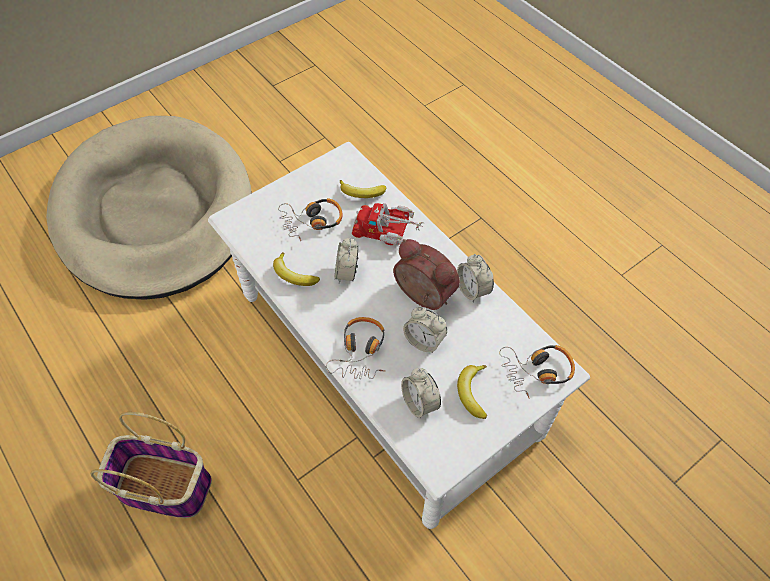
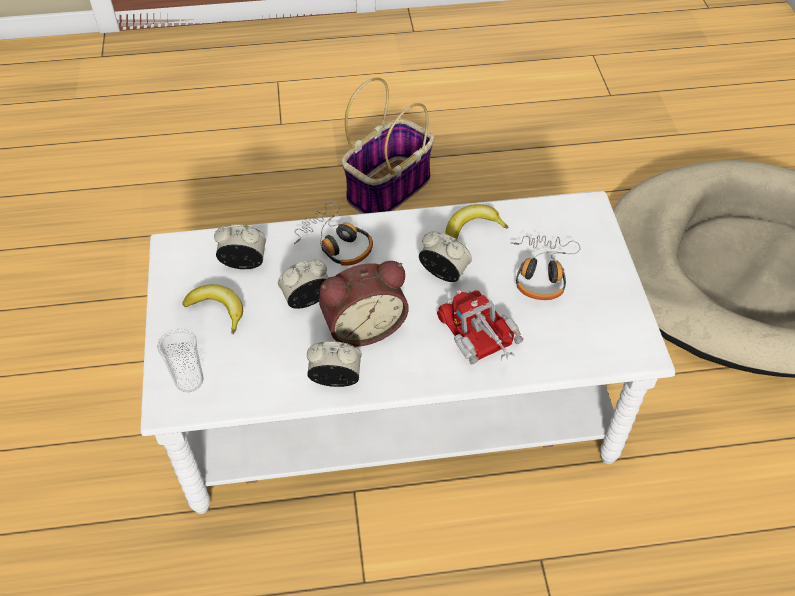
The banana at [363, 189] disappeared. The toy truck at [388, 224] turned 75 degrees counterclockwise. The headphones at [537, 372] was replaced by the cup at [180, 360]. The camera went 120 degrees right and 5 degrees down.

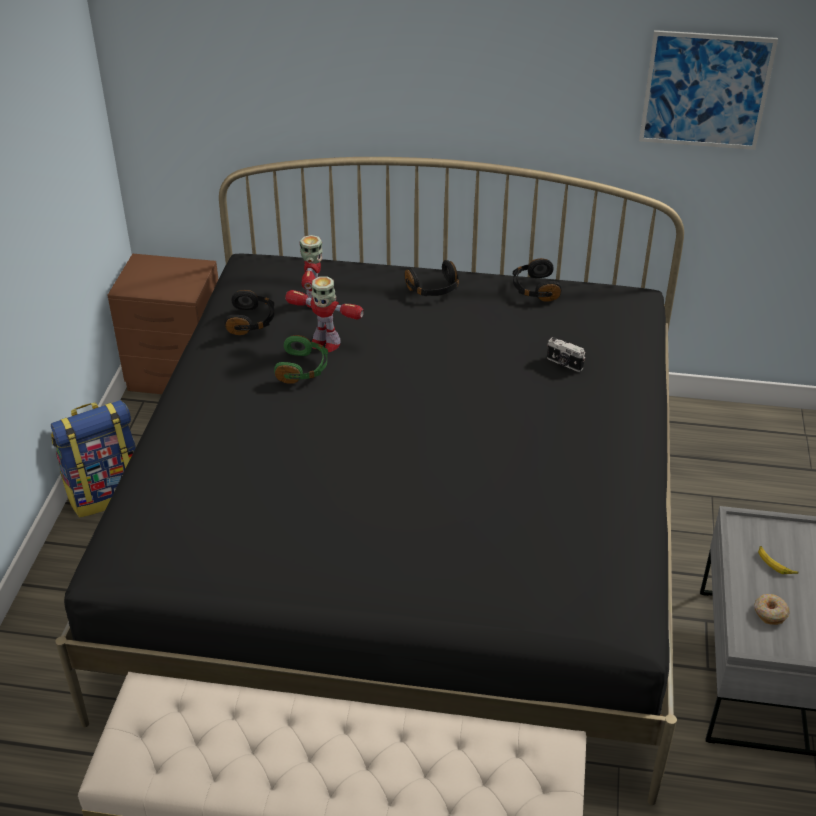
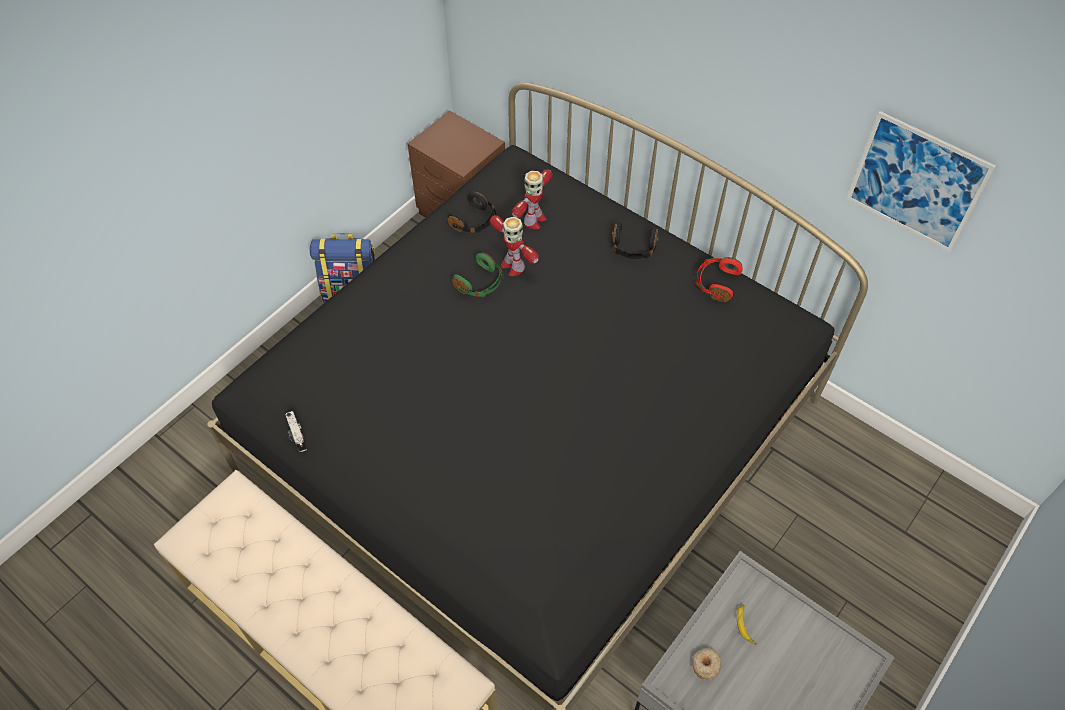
The black headphones at [537, 280] became the red headphones at [719, 279]. The photo camera moved from [566, 354] to [296, 431]. The camera went 30 degrees right and 15 degrees up.

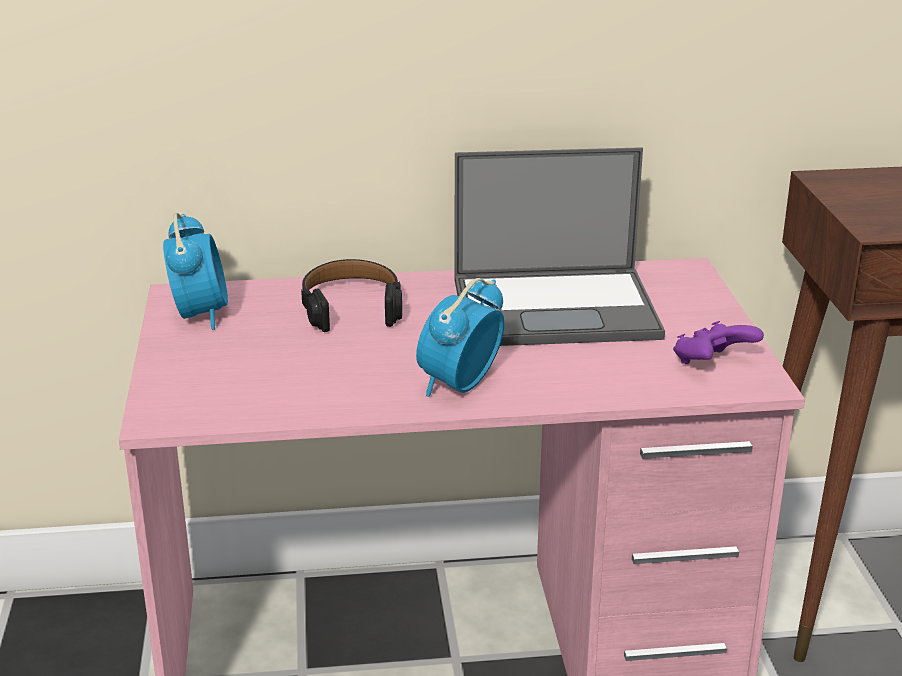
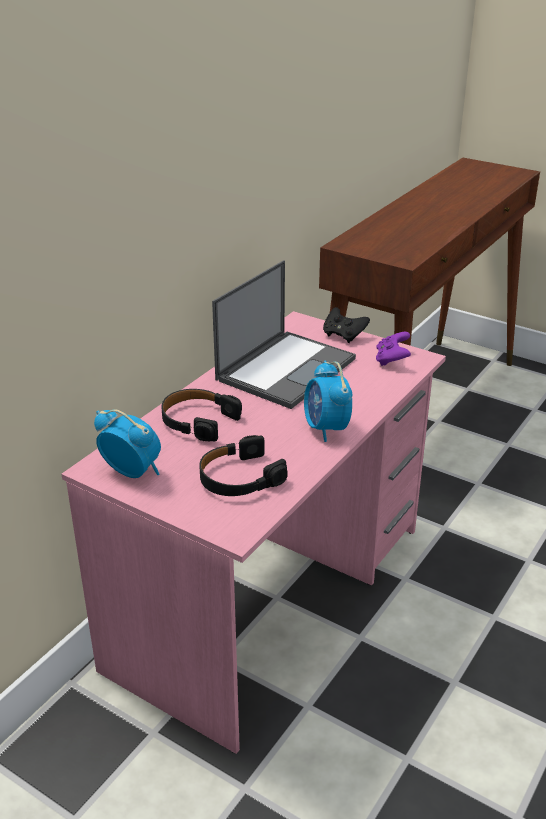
The black headphones at [243, 465] appeared. The black game controller at [346, 325] appeared. The camera went 50 degrees left and 5 degrees up.

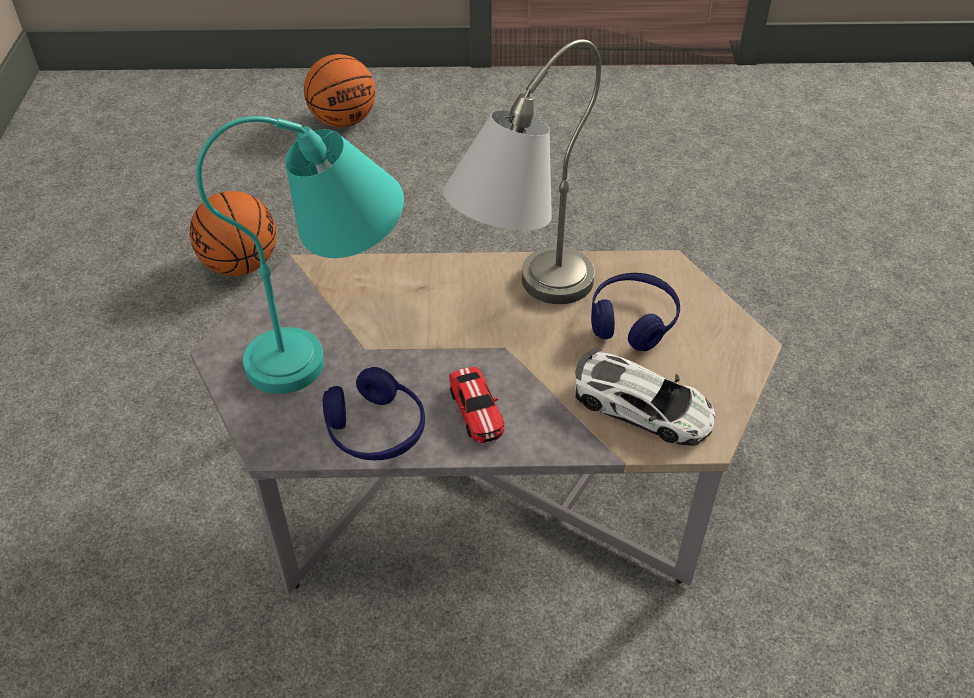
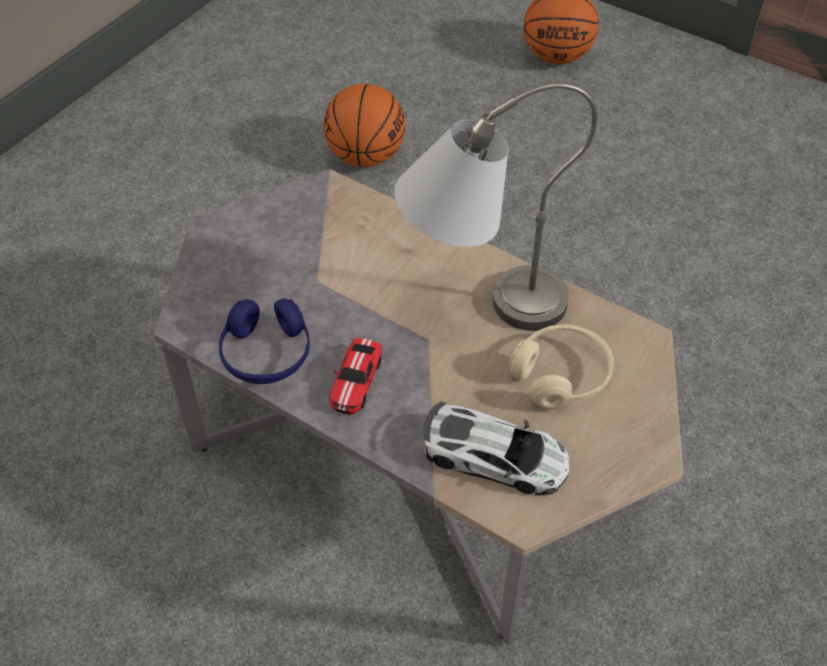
The turquoise table lamp at [300, 255] disappeared. The toy car at [645, 397] turned 45 degrees counterclockwise. The blue headphones at [635, 312] became the beige headphones at [561, 367]. The camera went 35 degrees right and 5 degrees up.

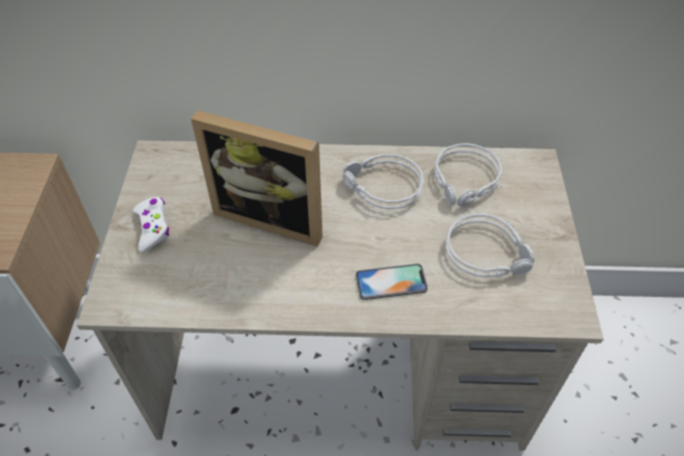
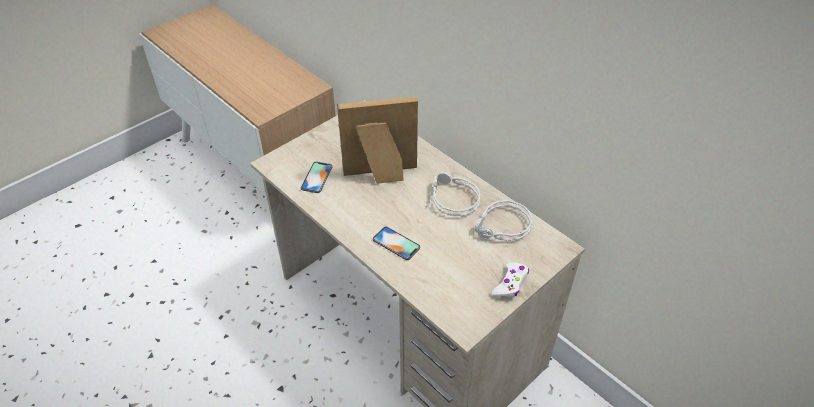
The white game controller moved from [151, 225] to [510, 279]. The picture frame at [257, 178] turned 105 degrees clockwise. The grey headphones at [490, 245] disappeared. The phone at [316, 177] appeared. The camera went 45 degrees right and 5 degrees down.

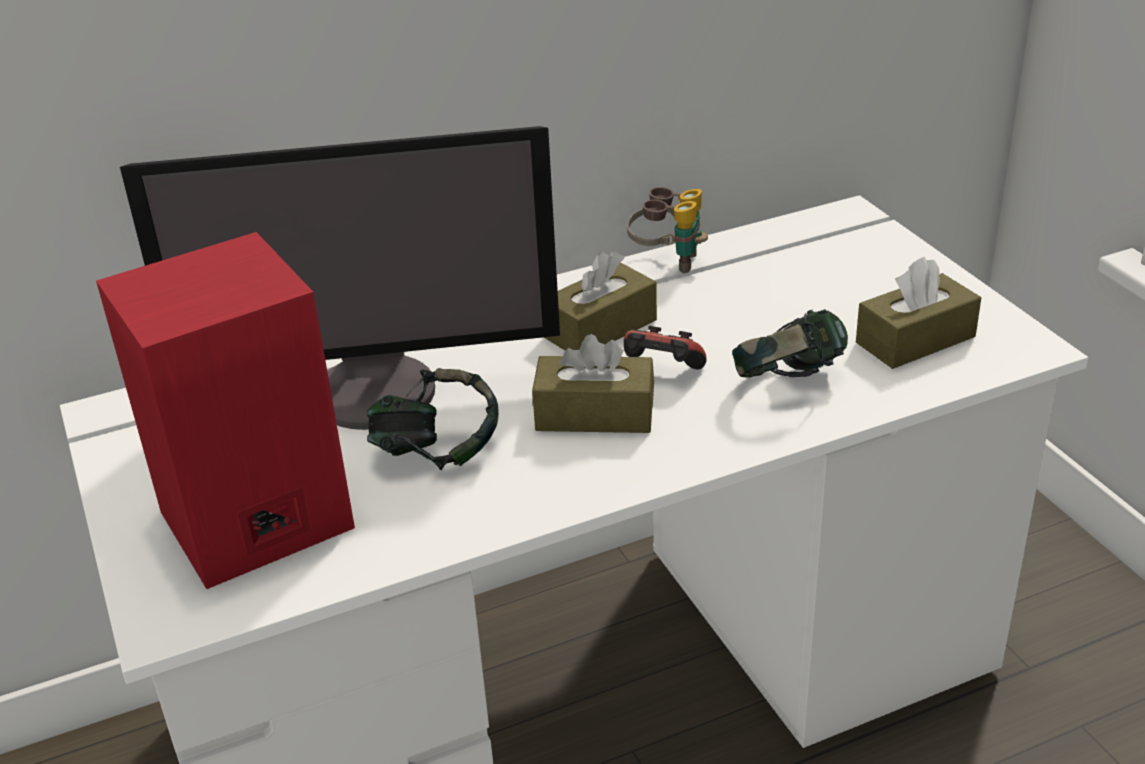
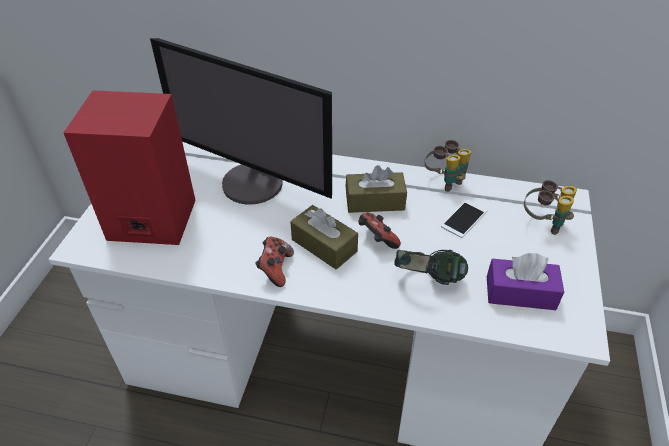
The headphones at [433, 419] disappeared. The brown tissue box at [918, 312] became the purple tissue box at [525, 281]. The game controller at [274, 261] appeared. The phone at [464, 218] appeared. The binoculars at [550, 207] appeared. The camera went 35 degrees right and 10 degrees up.

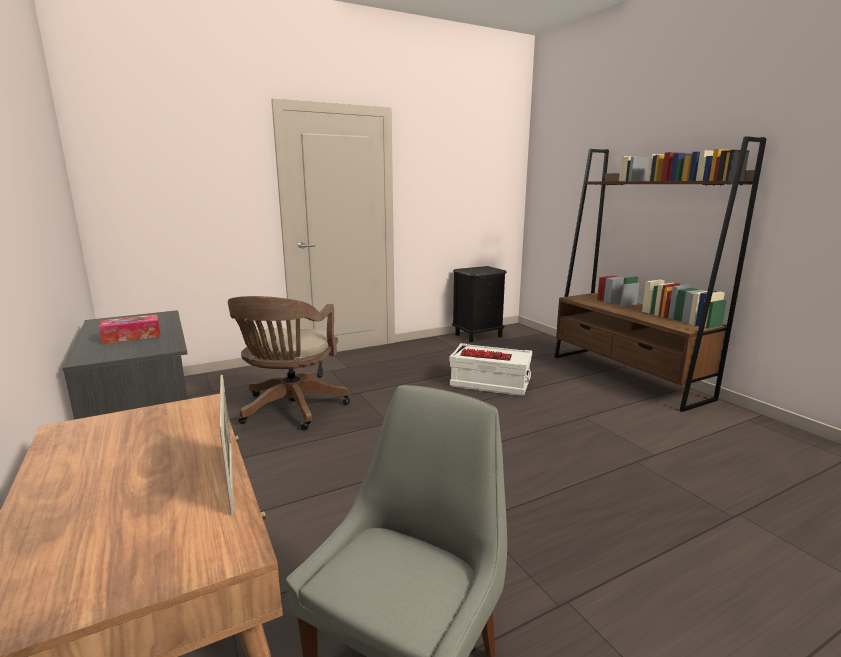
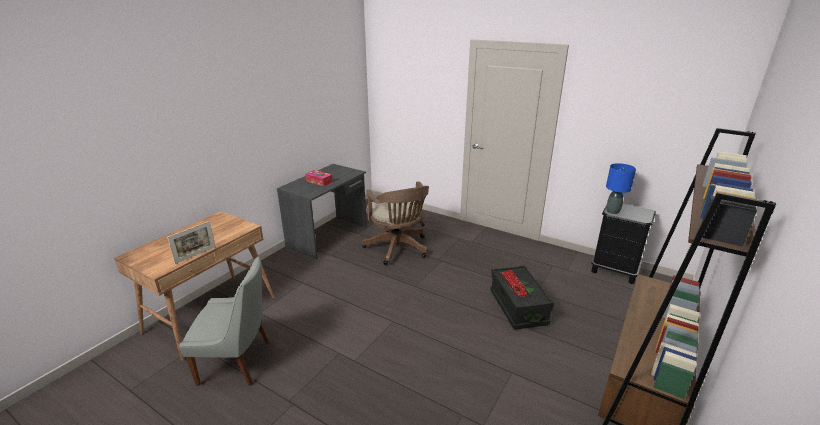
The brown office chair at [289, 363] turned 90 degrees counterclockwise. The white storage box at [490, 369] became the black storage box at [522, 297]. The blue table lamp at [621, 188] appeared. The camera went 60 degrees right and 10 degrees up.

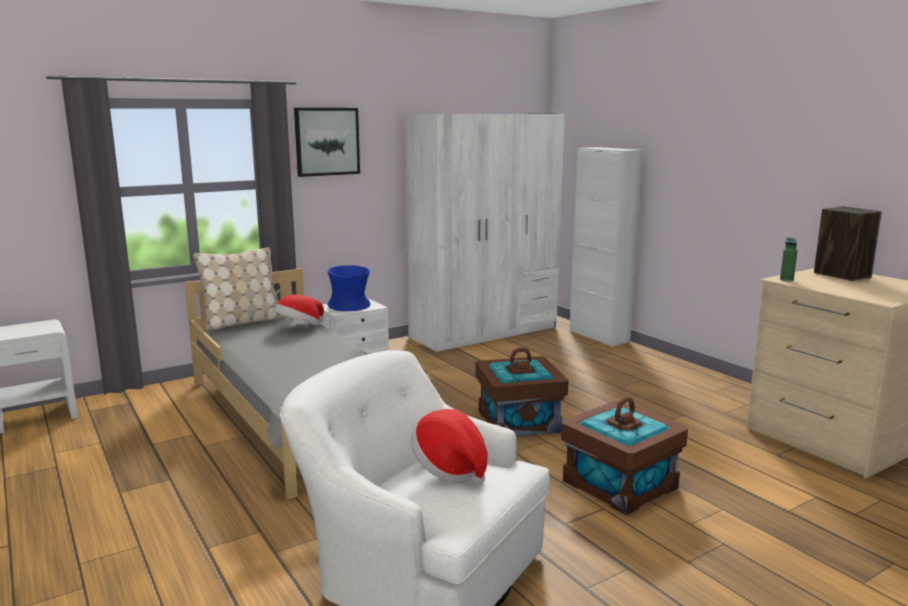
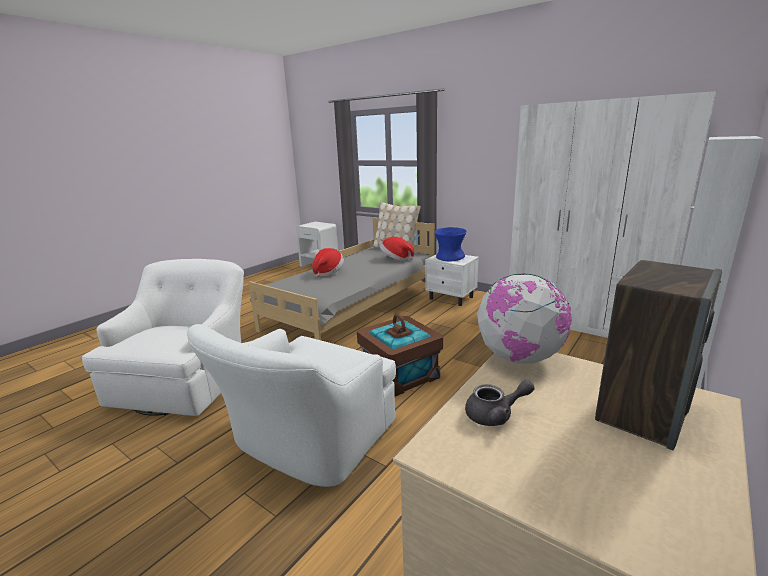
The picture at [327, 142] disappeared. The hat moved from [449, 447] to [328, 263]. The brown storage box at [624, 456] was replaced by the white armchair at [291, 405]. The green bottle at [788, 259] was replaced by the globe at [524, 318]. The grey teapot at [500, 403] appeared. The camera went 70 degrees right and 5 degrees up.

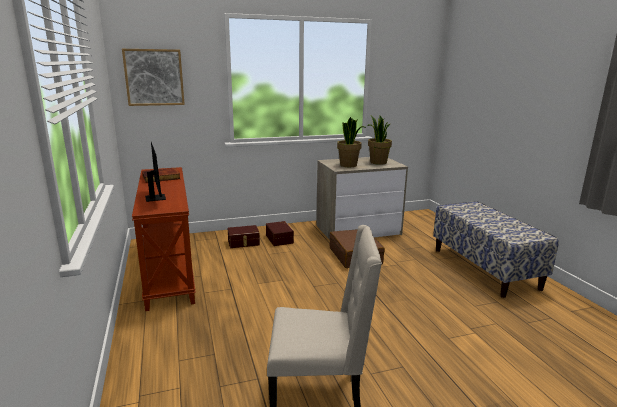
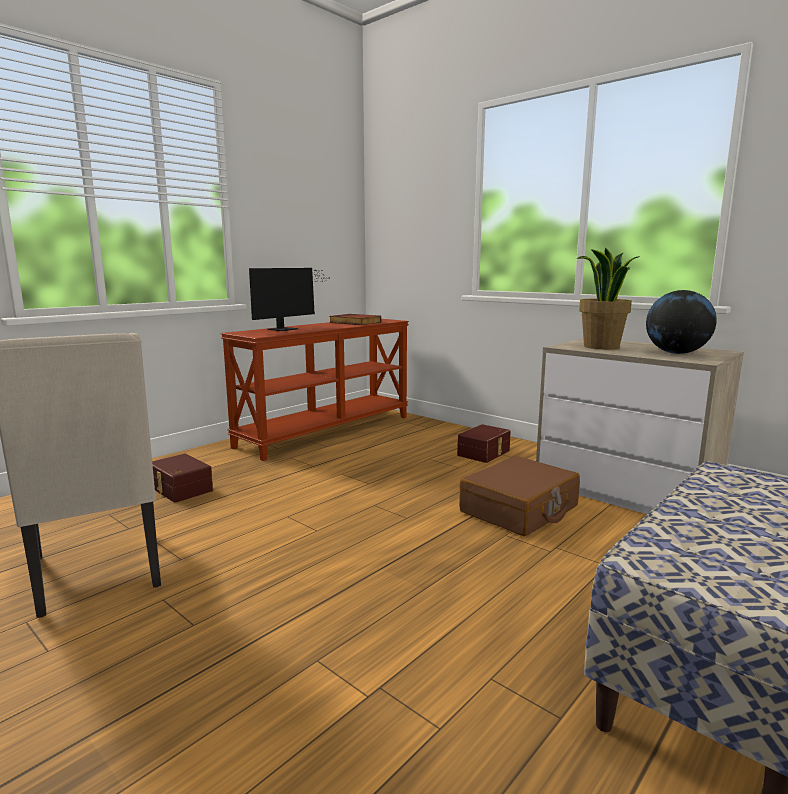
The picture at [153, 77] disappeared. The brown storage box moved from [244, 236] to [182, 478]. The potted plant at [379, 140] was replaced by the globe at [681, 322]. The camera went 60 degrees right and 5 degrees down.

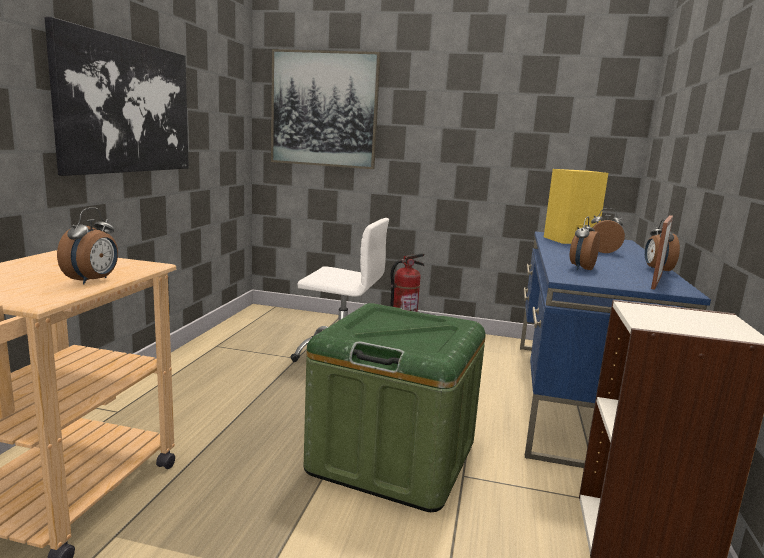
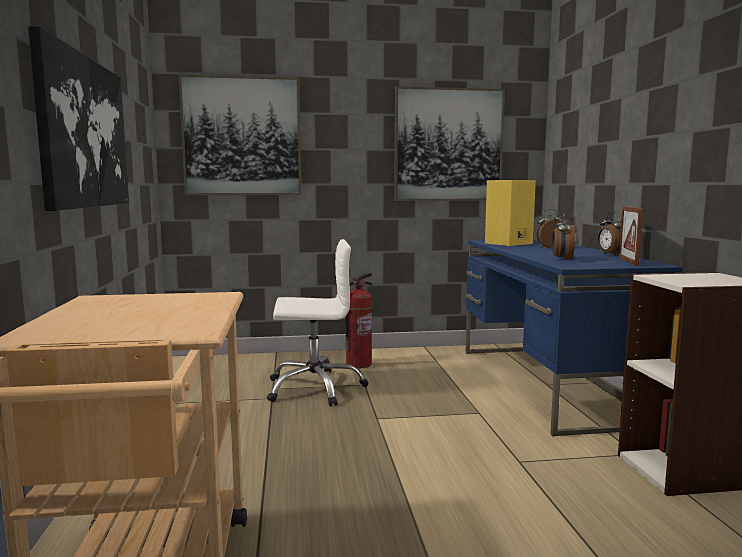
The alarm clock at [87, 245] disappeared. The green storage box at [395, 407] disappeared. The picture at [449, 143] appeared. The camera went 20 degrees left and 5 degrees down.

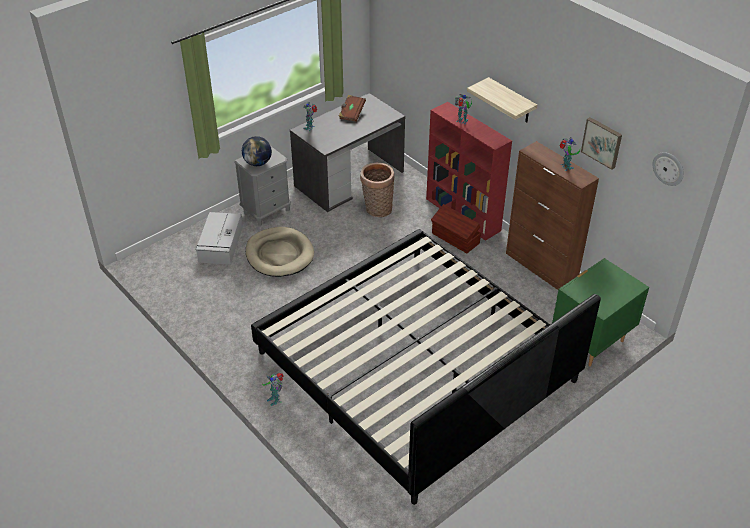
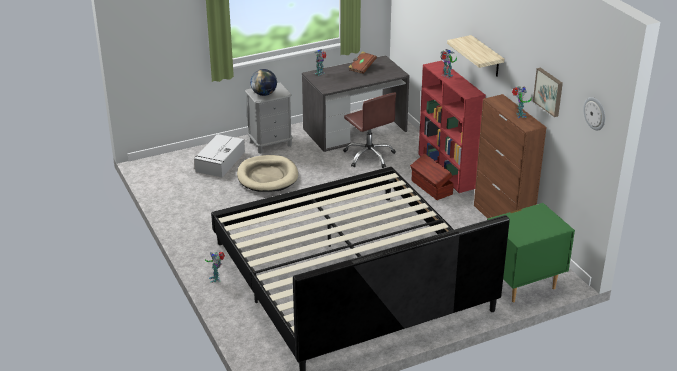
The basket at [377, 190] was replaced by the brown office chair at [369, 130]. The camera went 15 degrees right and 10 degrees down.

